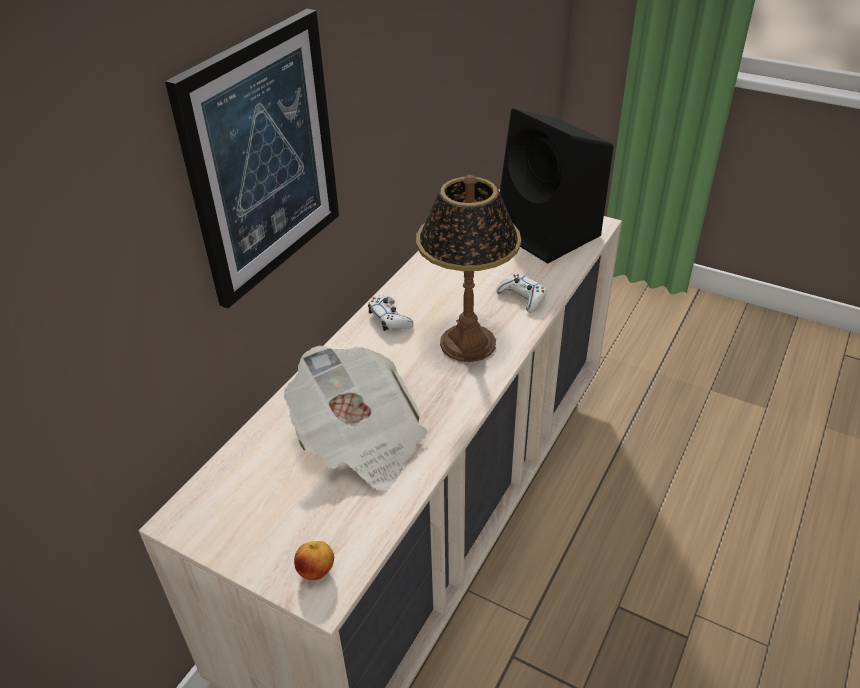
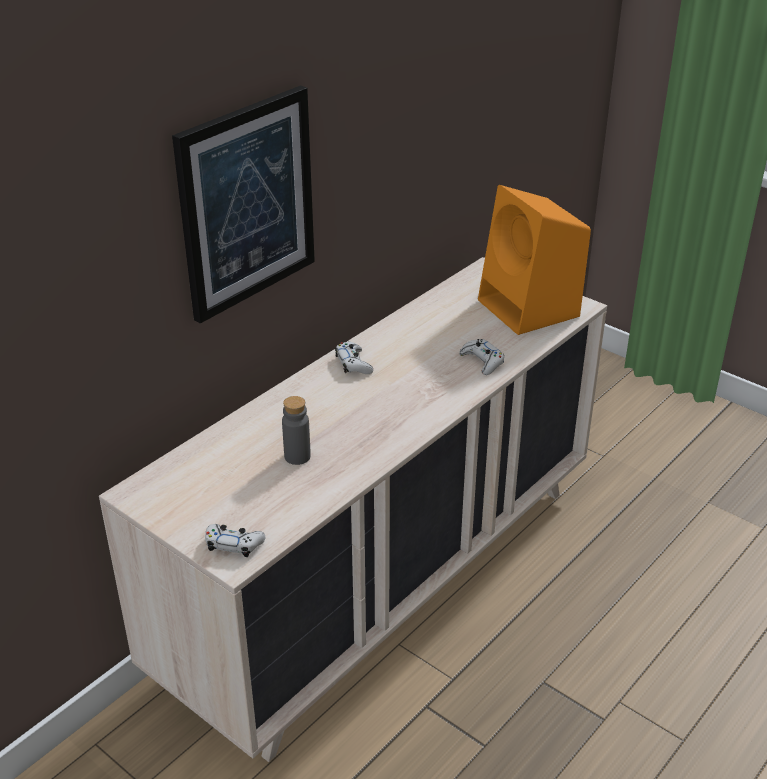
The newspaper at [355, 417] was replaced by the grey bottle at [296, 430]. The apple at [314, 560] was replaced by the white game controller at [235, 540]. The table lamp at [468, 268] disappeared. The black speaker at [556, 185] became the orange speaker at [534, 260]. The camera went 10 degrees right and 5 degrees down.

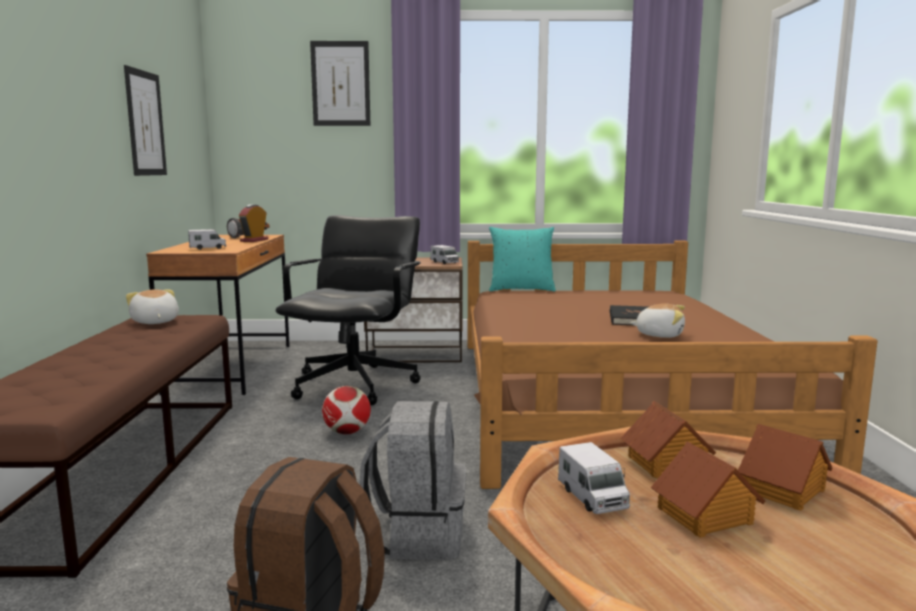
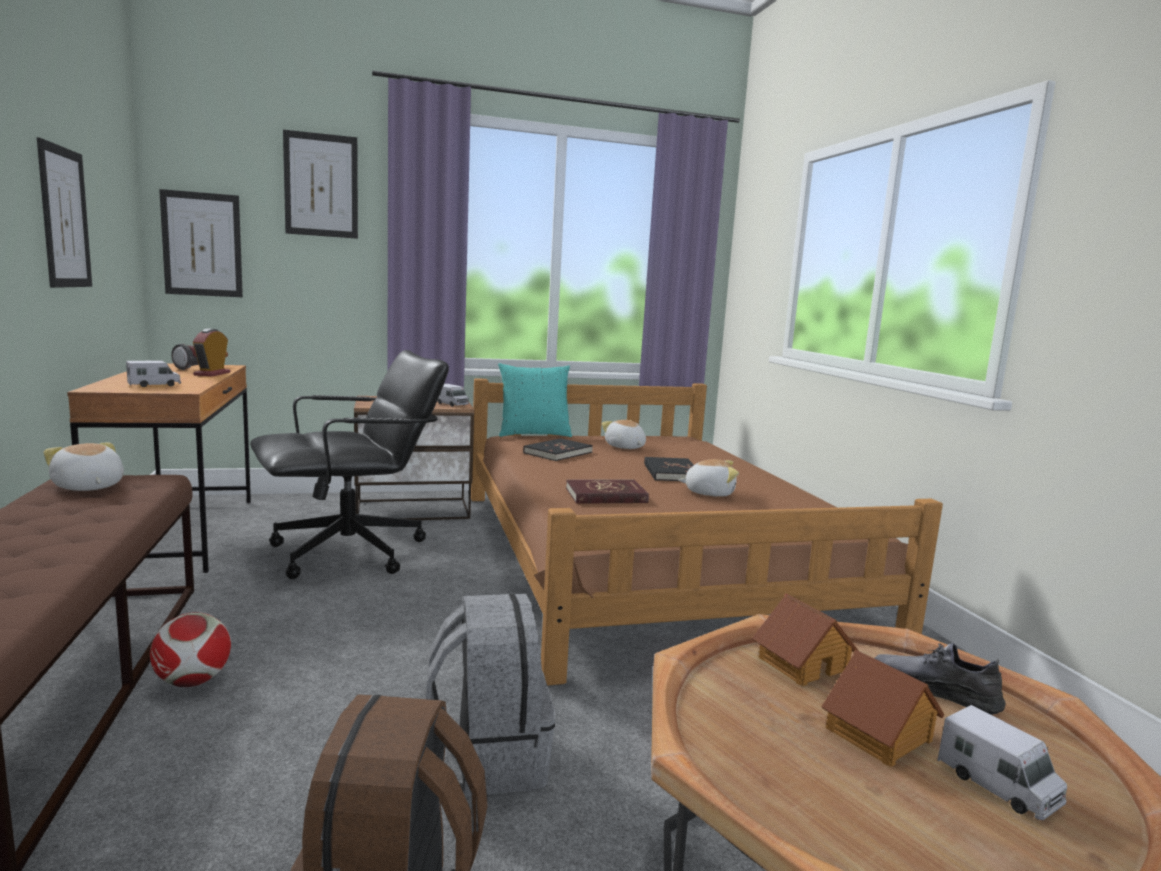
The black office chair at [348, 310] turned 60 degrees clockwise. The football moved from [346, 410] to [190, 649]. The toy truck moved from [594, 478] to [1002, 762]. The toy house at [785, 467] was replaced by the grey shoe at [940, 679]. The picture at [201, 243] appeared. The black book at [558, 449] appeared. The red book at [607, 491] appeared. The plush toy at [624, 434] appeared. The camera went 15 degrees left and 0 degrees up.

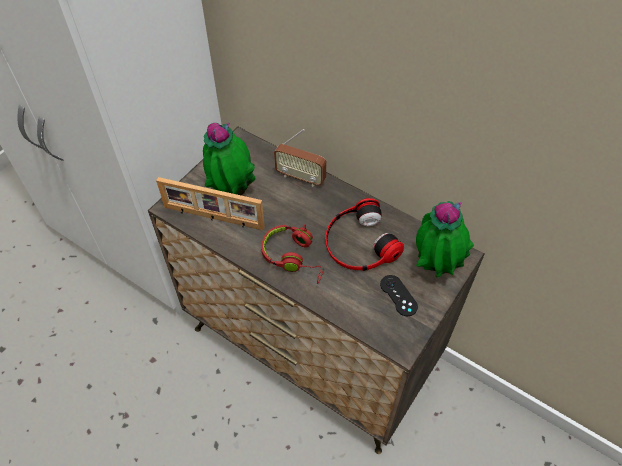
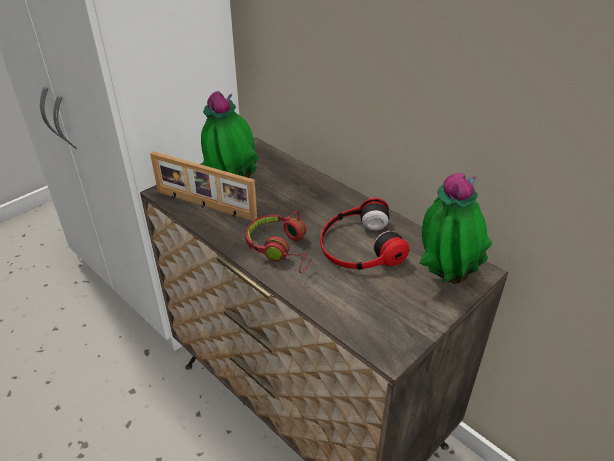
The radio at [300, 158] disappeared. The black game controller at [399, 295] disappeared. The camera went 10 degrees right and 15 degrees down.

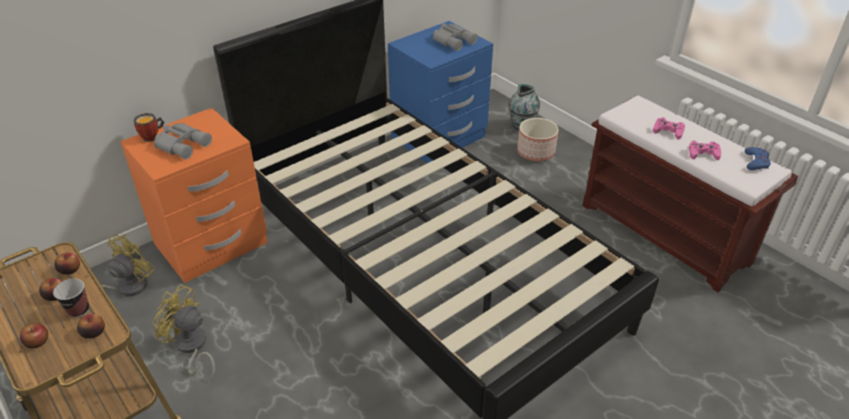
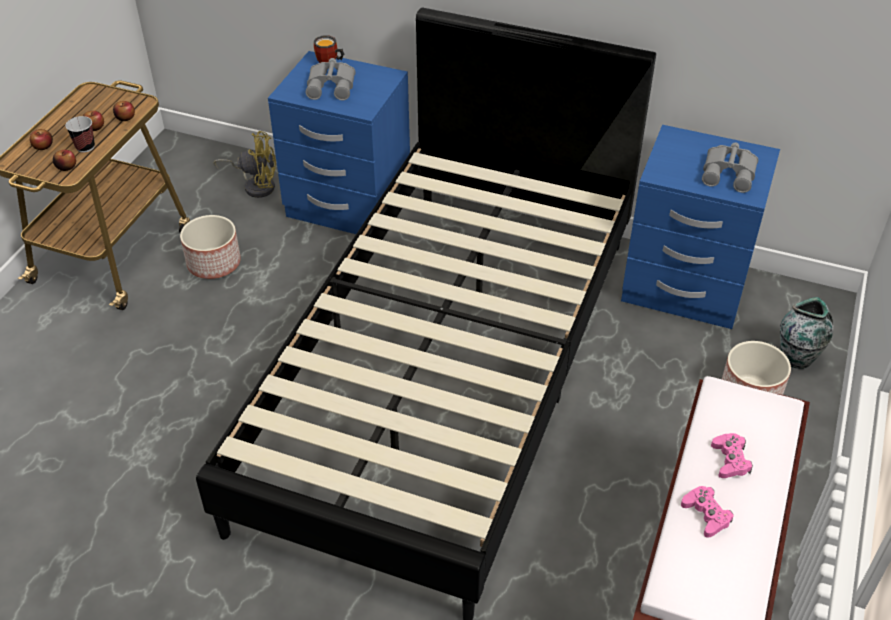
The orange nightstand at [194, 195] became the blue nightstand at [339, 142]. The yellow fan at [184, 332] was replaced by the planter at [210, 247]. The blue game controller at [758, 158] disappeared. The camera went 60 degrees right and 5 degrees up.

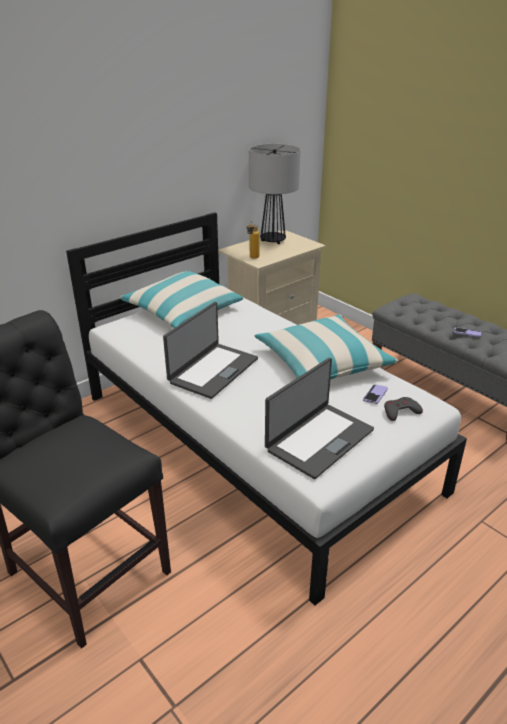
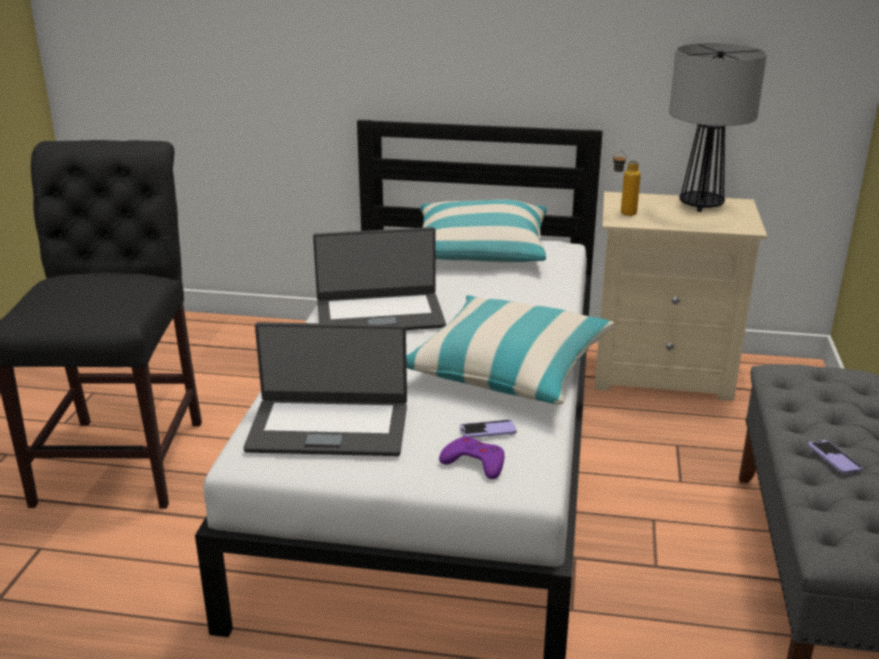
The grey game controller at [403, 409] became the purple game controller at [472, 457]. The camera went 50 degrees right and 5 degrees down.

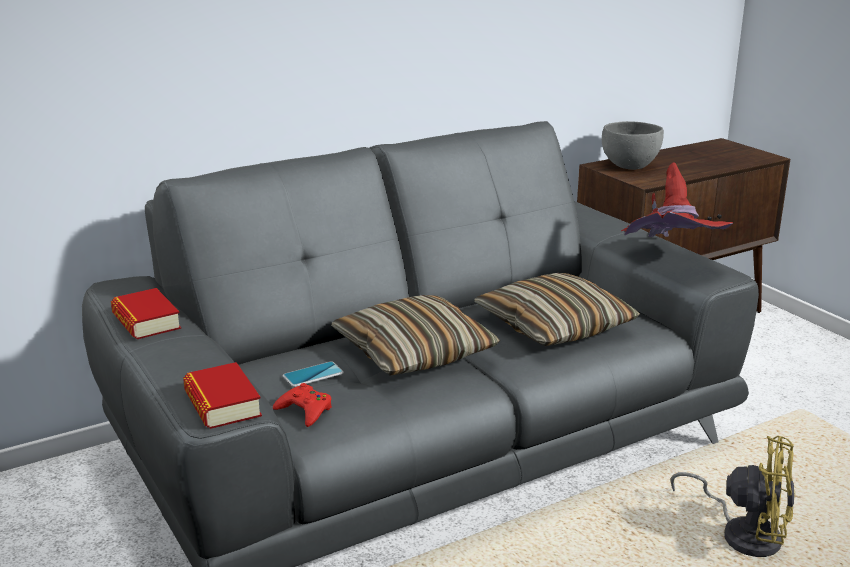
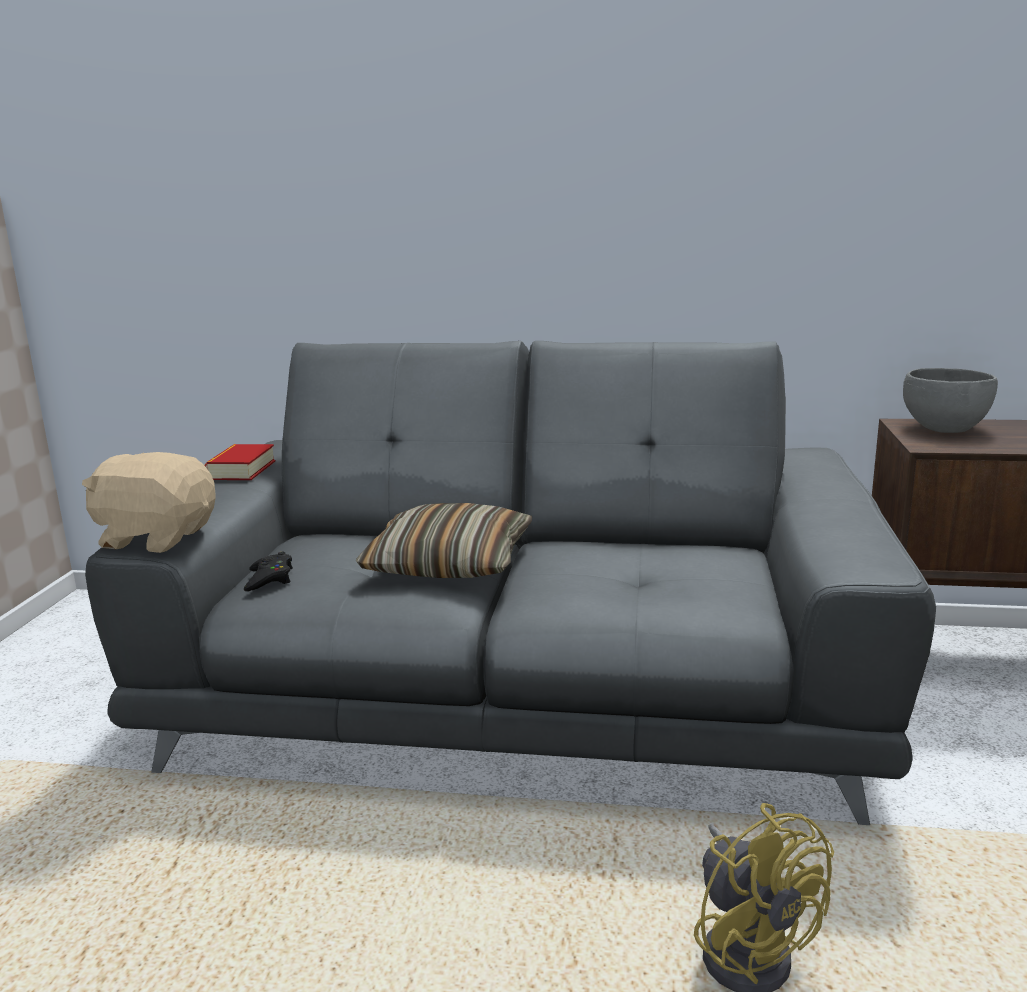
The book at [222, 395] was replaced by the beige plush toy at [149, 502]. The red game controller at [302, 405] became the black game controller at [268, 571]. The phone at [313, 374] disappeared. The pillow at [557, 309] disappeared. The red hat at [677, 199] disappeared. The camera went 40 degrees right and 5 degrees down.

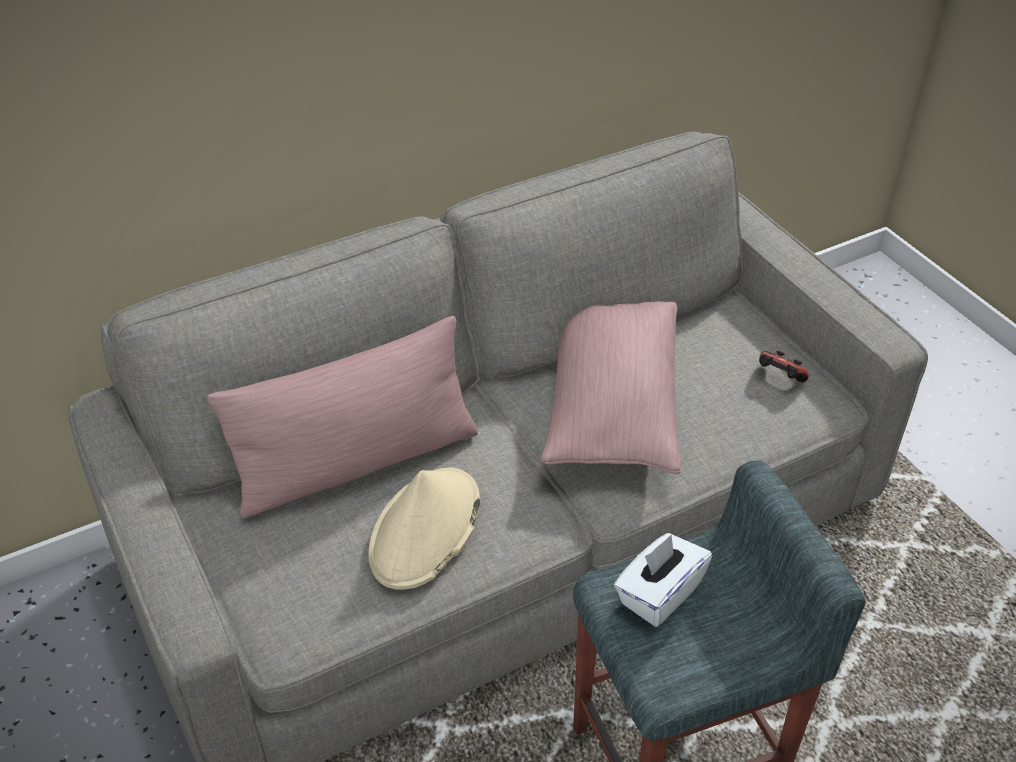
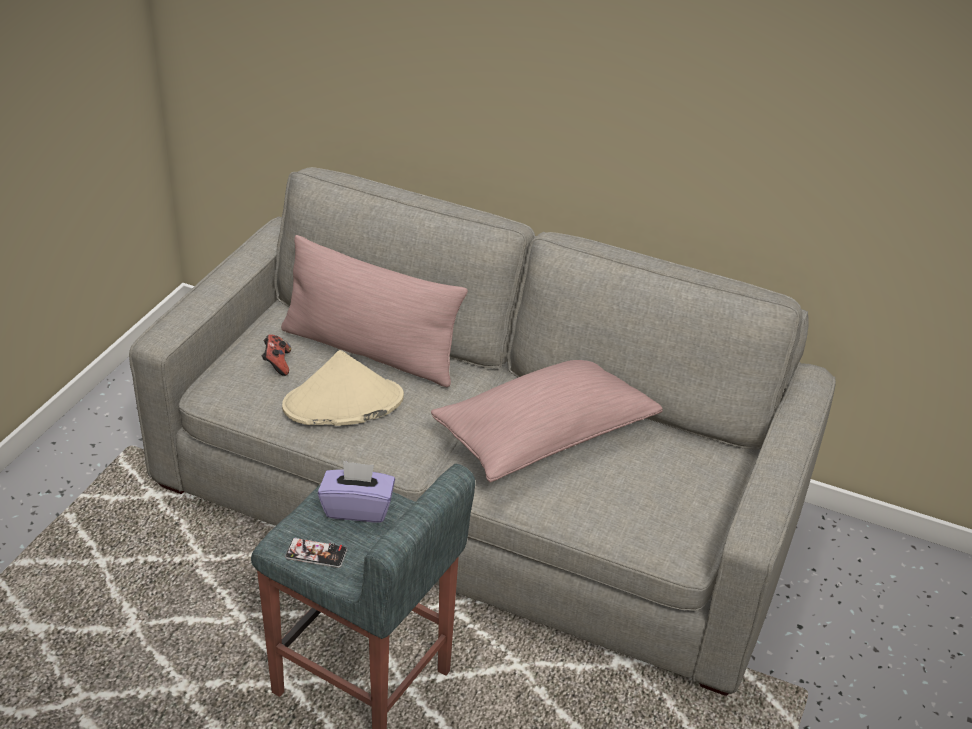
The white tissue box at [663, 580] became the purple tissue box at [356, 491]. The game controller moved from [784, 367] to [276, 355]. The phone at [316, 552] appeared. The camera went 50 degrees right and 5 degrees down.

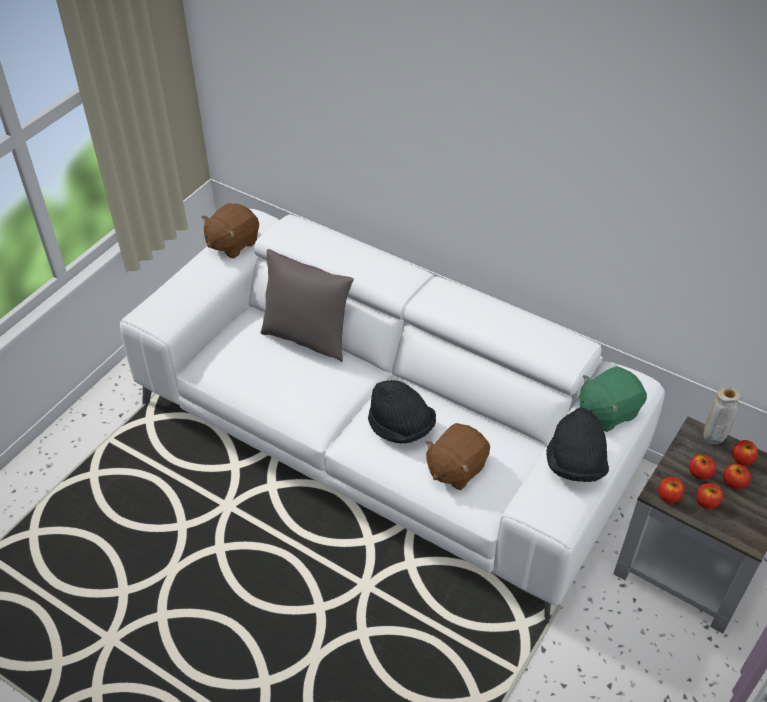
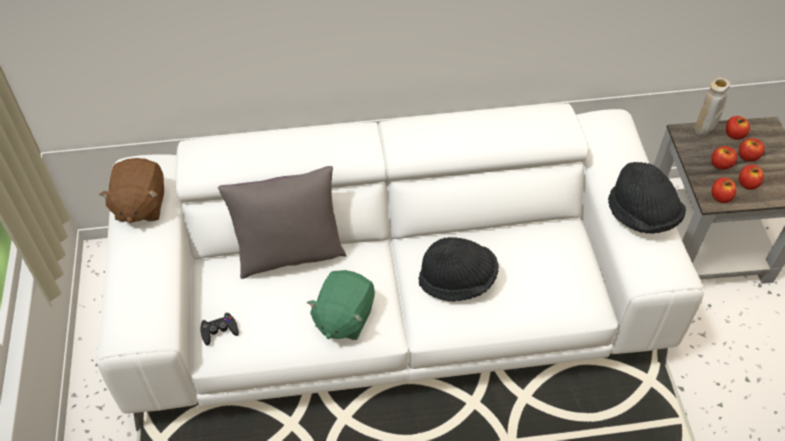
The brown plush toy at [457, 456] disappeared. The green plush toy moved from [613, 399] to [341, 305]. The black game controller at [219, 329] appeared. The camera went 40 degrees left and 5 degrees up.

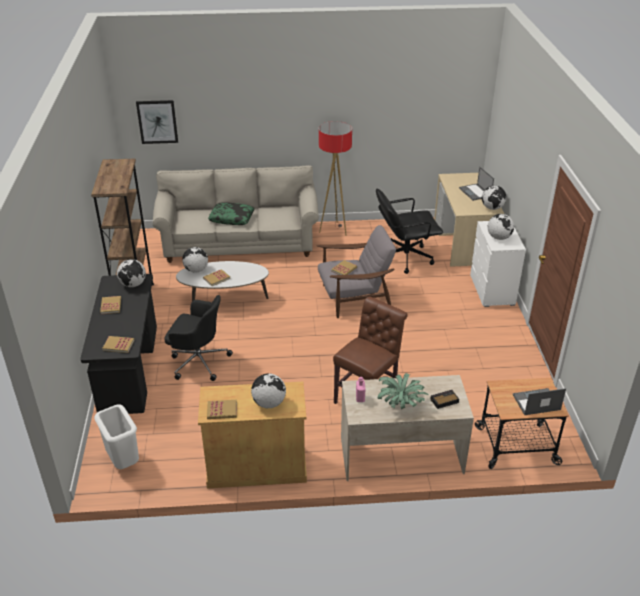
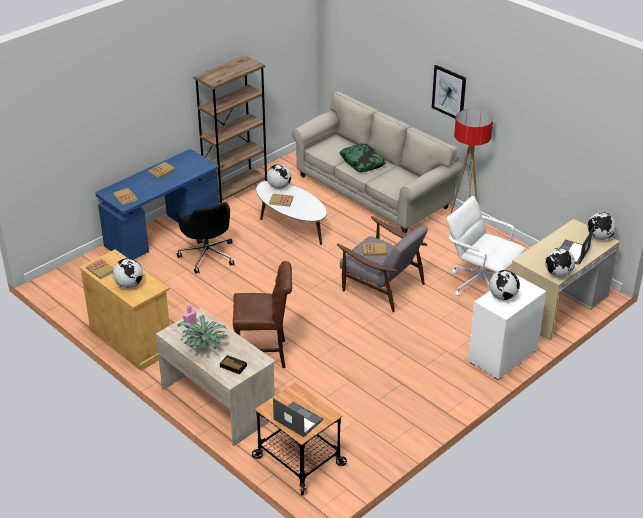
The black desk at [118, 344] became the blue desk at [157, 204]. The white trash can at [116, 437] disappeared. The globe moved from [131, 273] to [602, 226]. The picture moved from [157, 122] to [449, 92]. The black office chair at [409, 231] became the white office chair at [486, 246]. The camera went 50 degrees right and 0 degrees up.

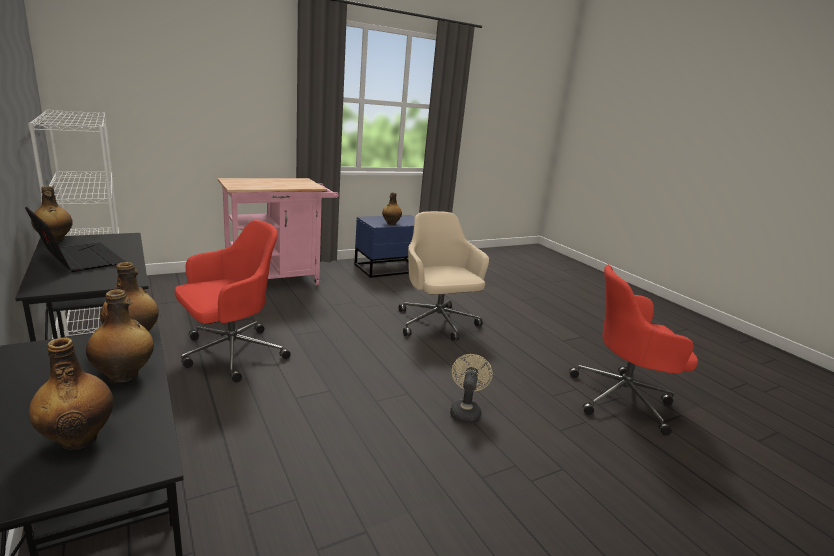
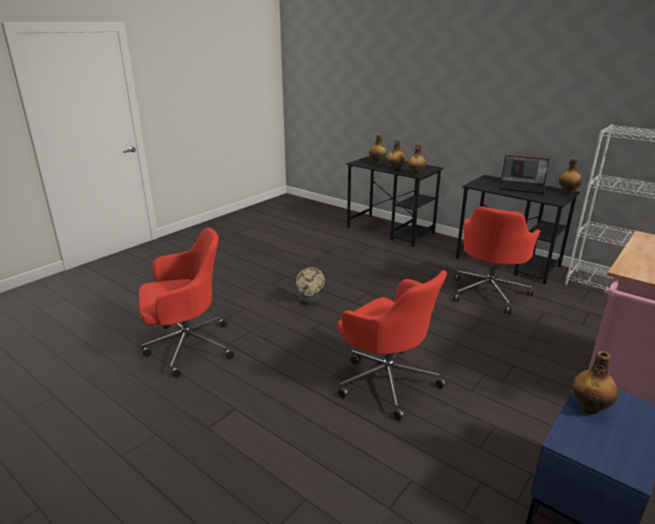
The beige office chair at [444, 276] became the red office chair at [392, 345]. The camera went 160 degrees right and 5 degrees up.

